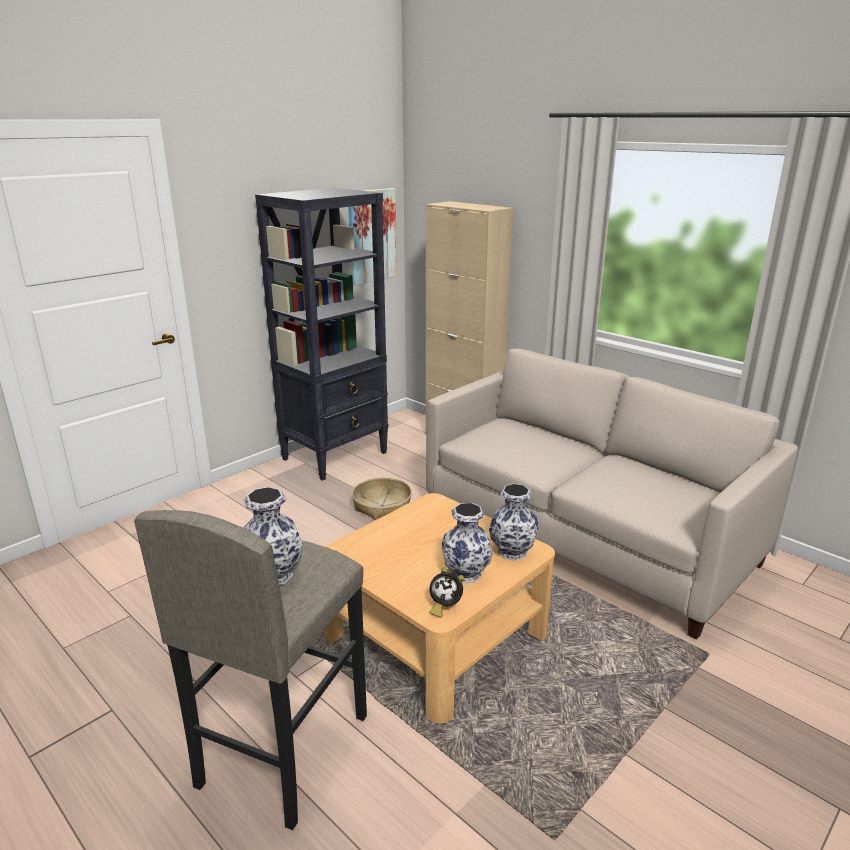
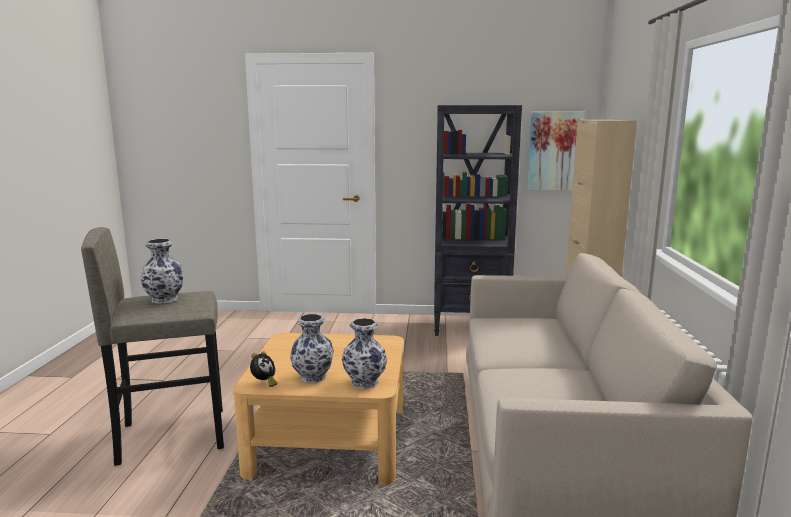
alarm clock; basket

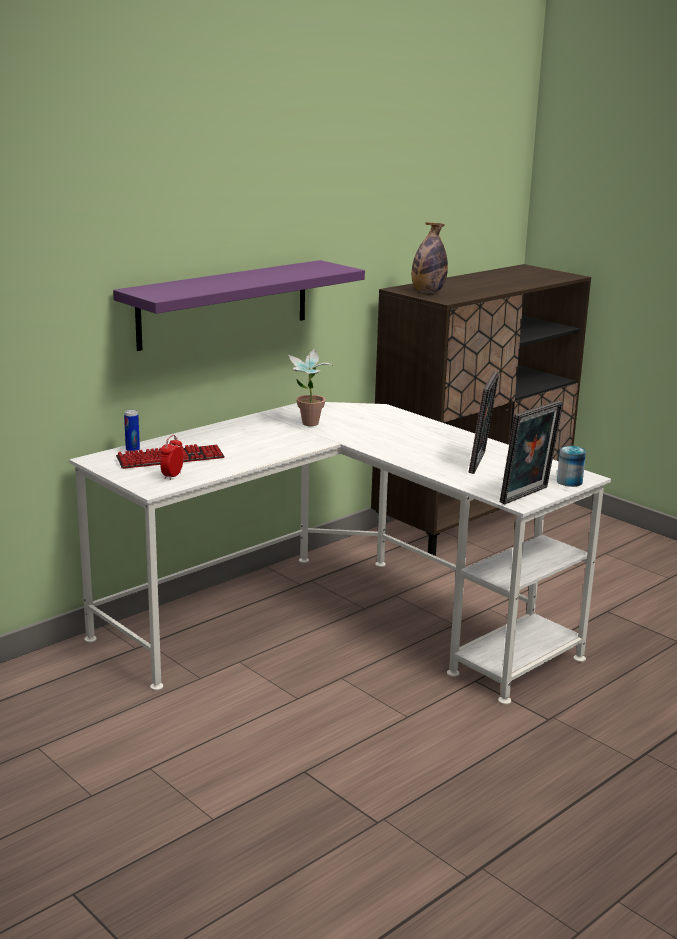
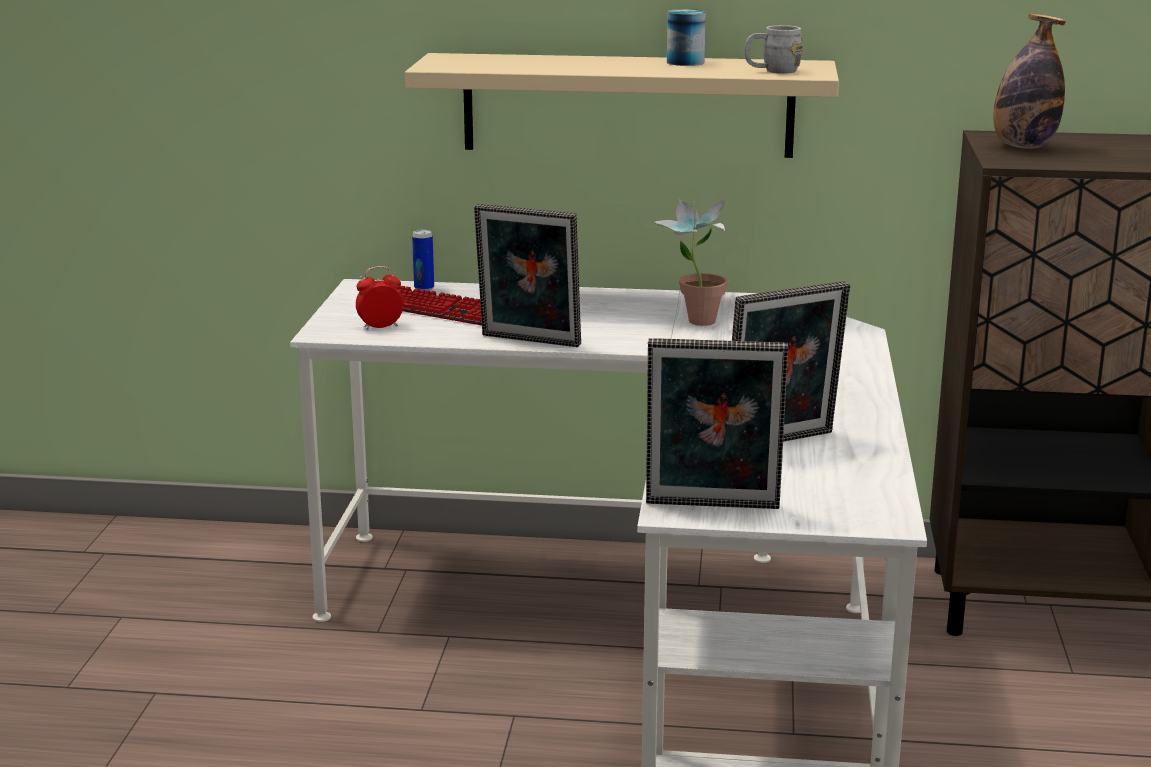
beige shelf; picture frame (1st from left); can (2nd from left); grey mug

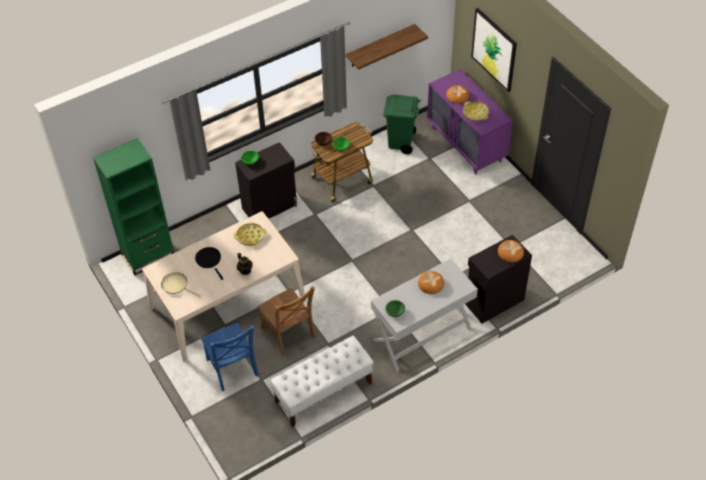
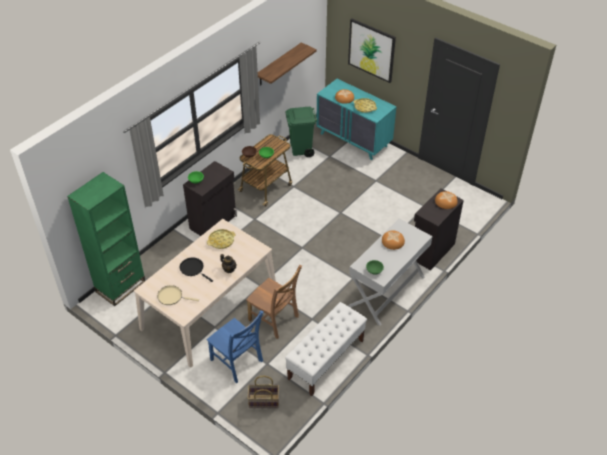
basket; turquoise dresser

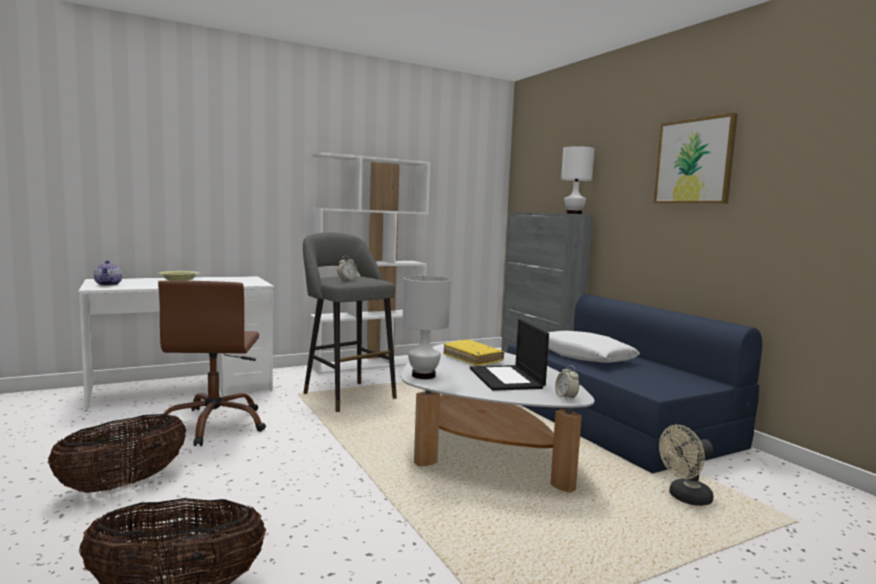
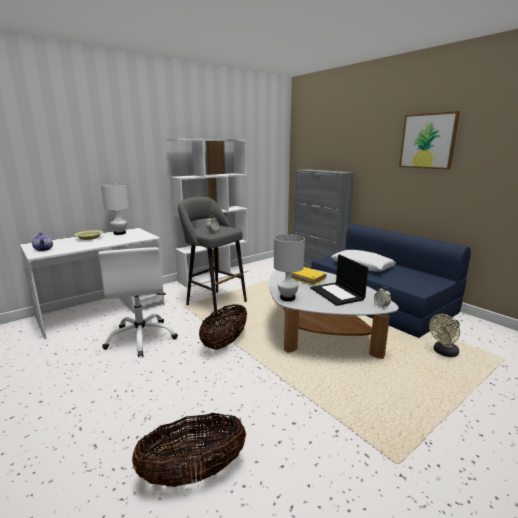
white office chair; white table lamp (1st from left); basket (2nd from left)

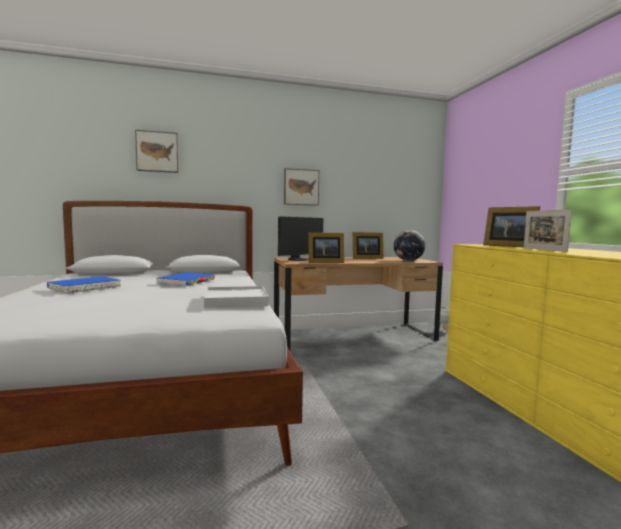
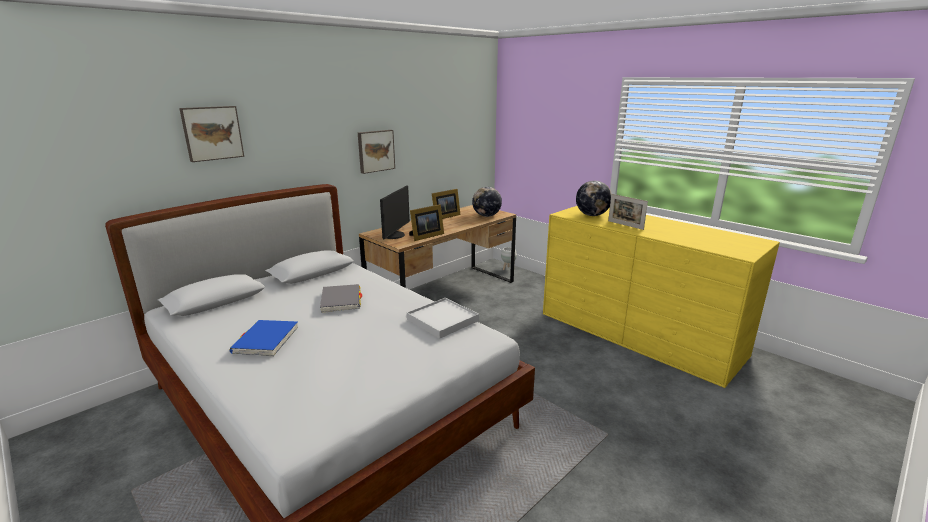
grey book; globe (2nd from left)

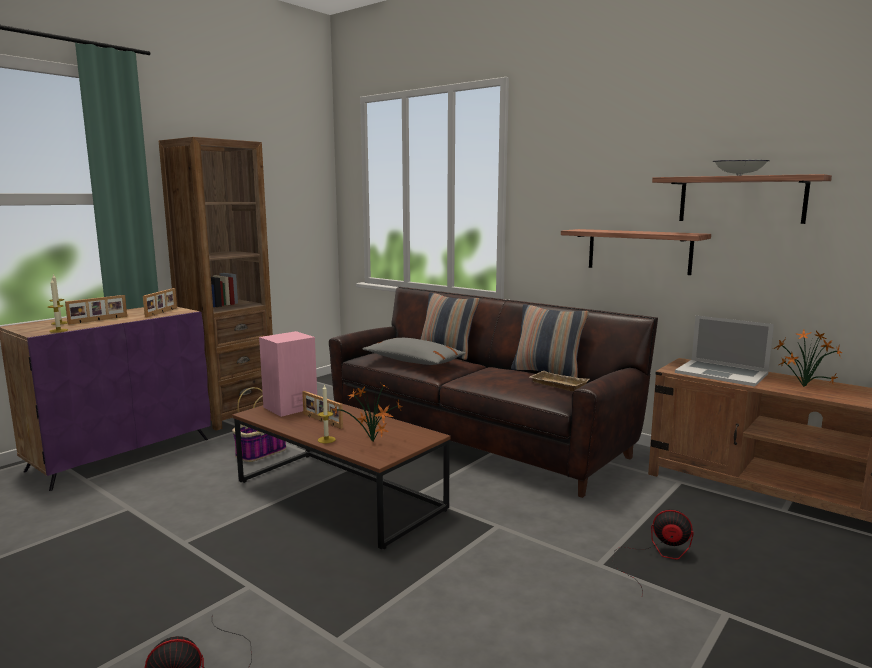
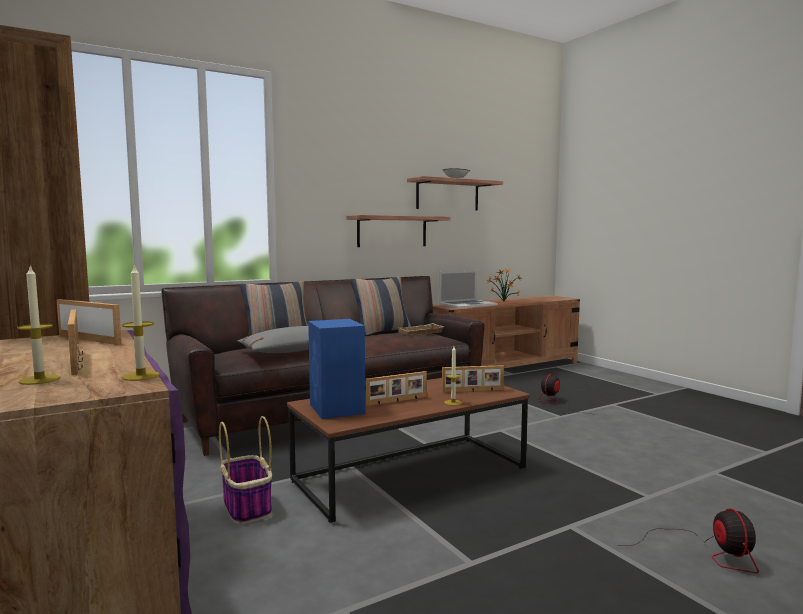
blue speaker; picture frame (4th from left)

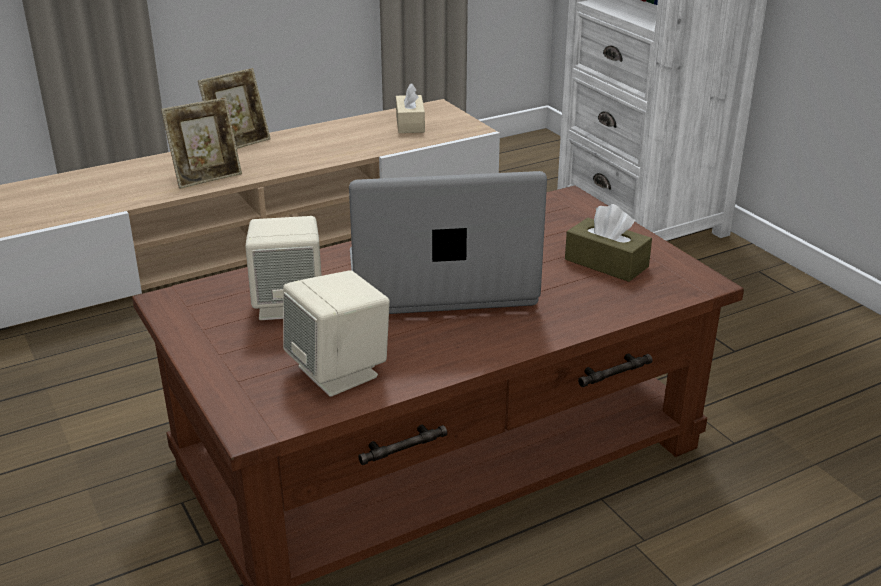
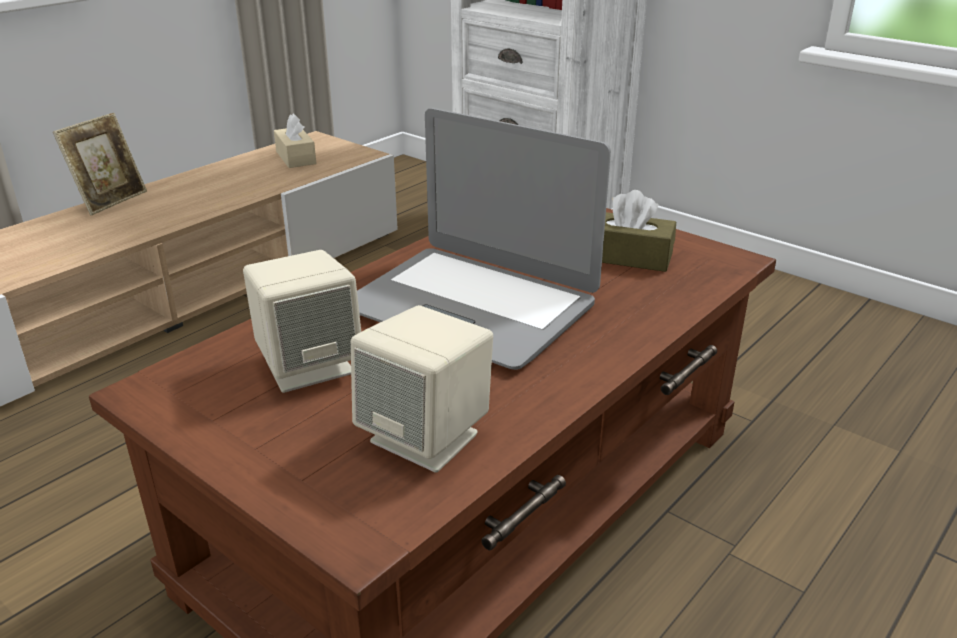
laptop; picture frame (1st from left in the first image)

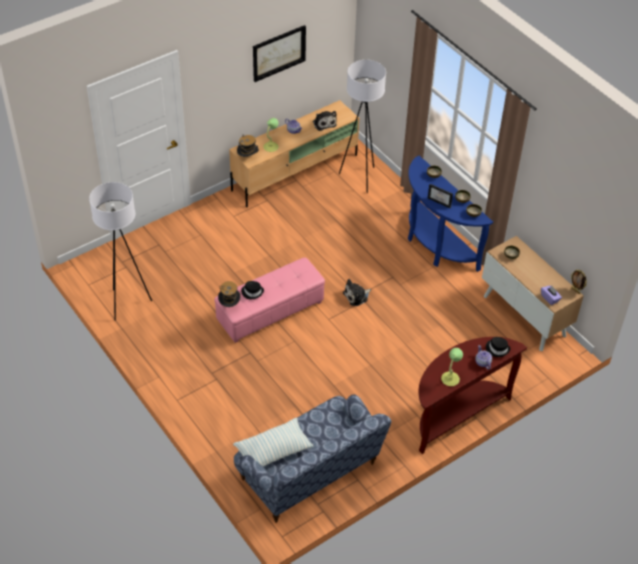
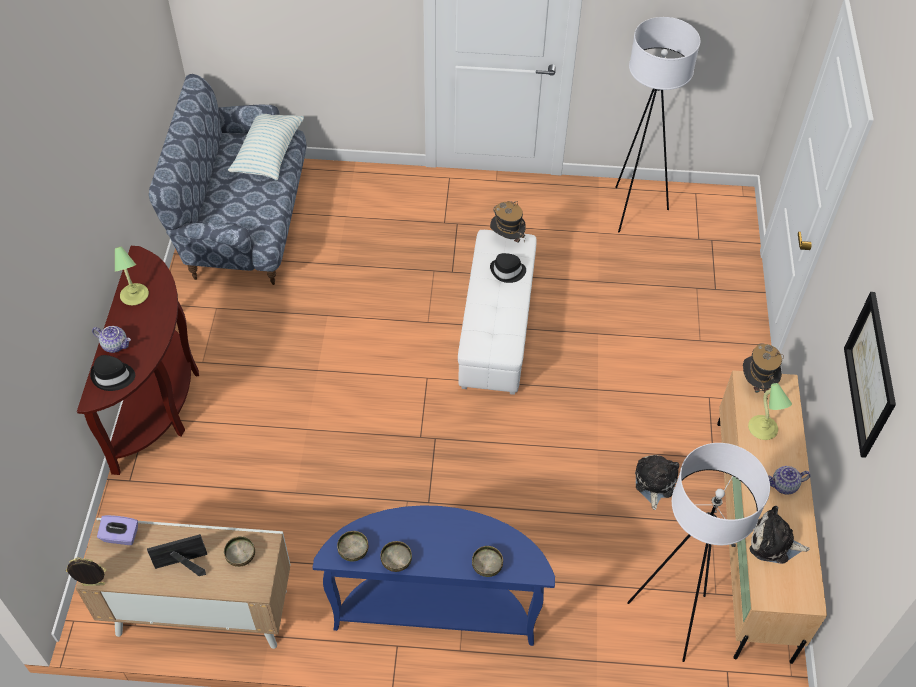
picture frame (2nd from left); white ottoman; plush toy (1st from left)

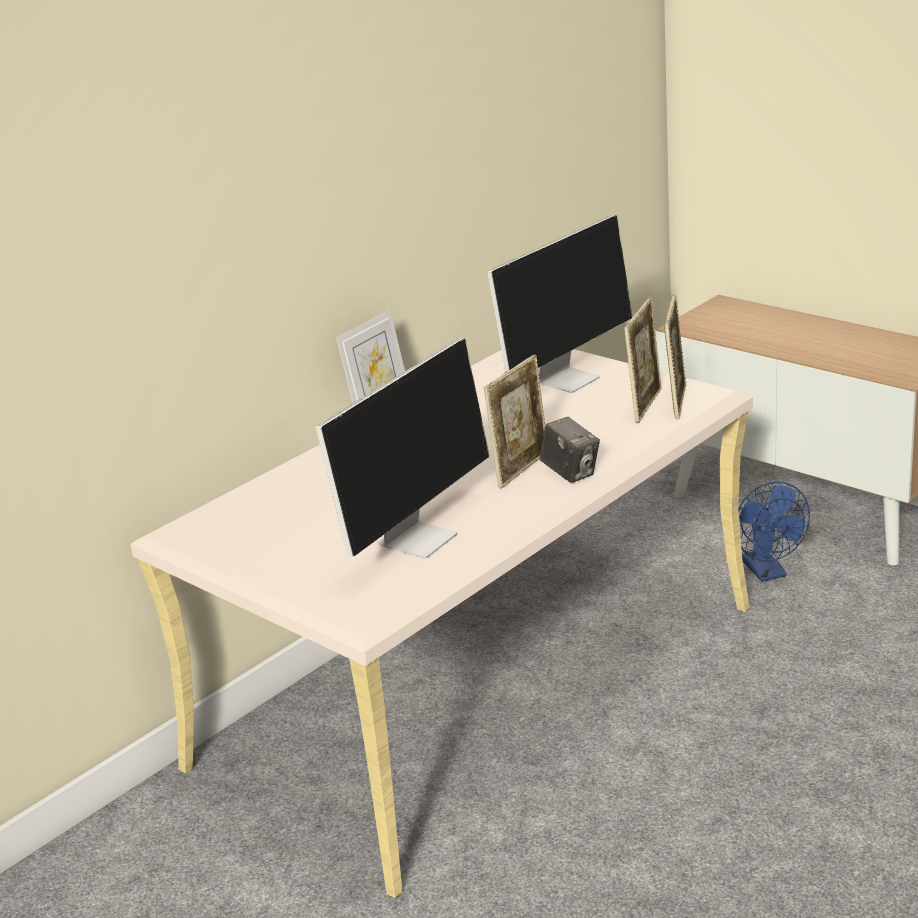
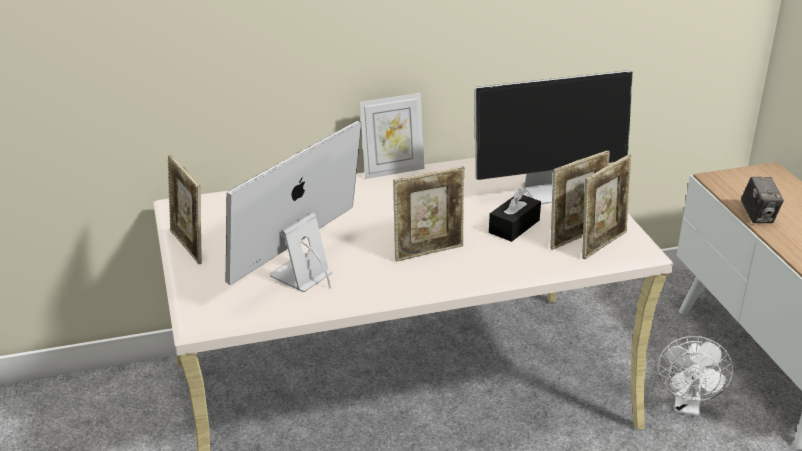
picture frame (1st from left); monitor (1st from left); black tissue box; white fan; photo camera

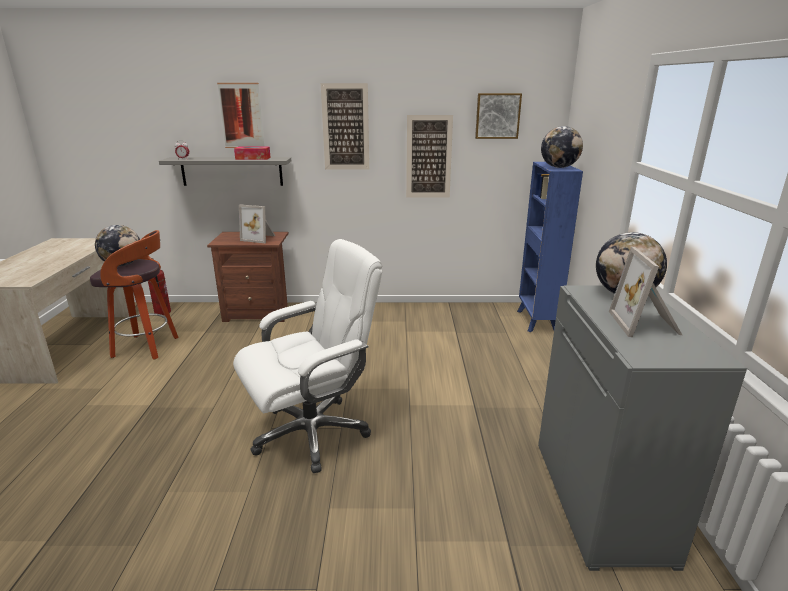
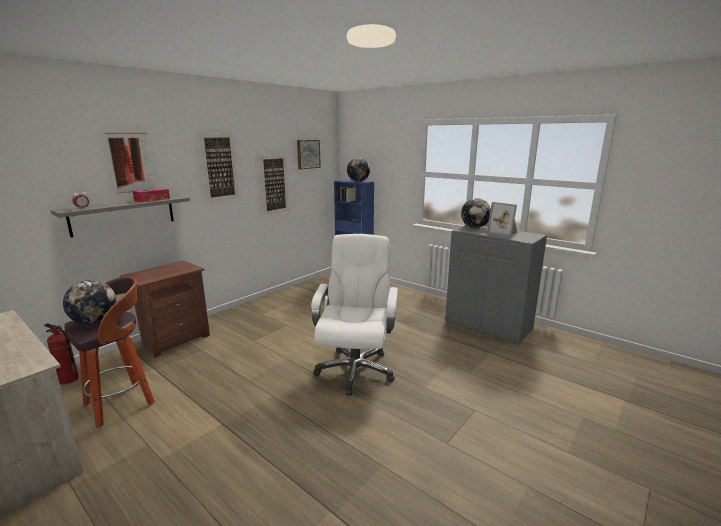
picture frame (1st from left in the first image)

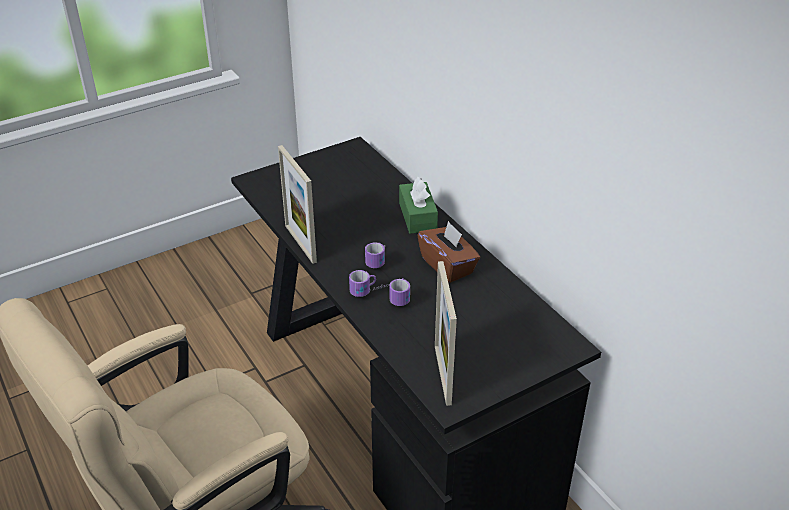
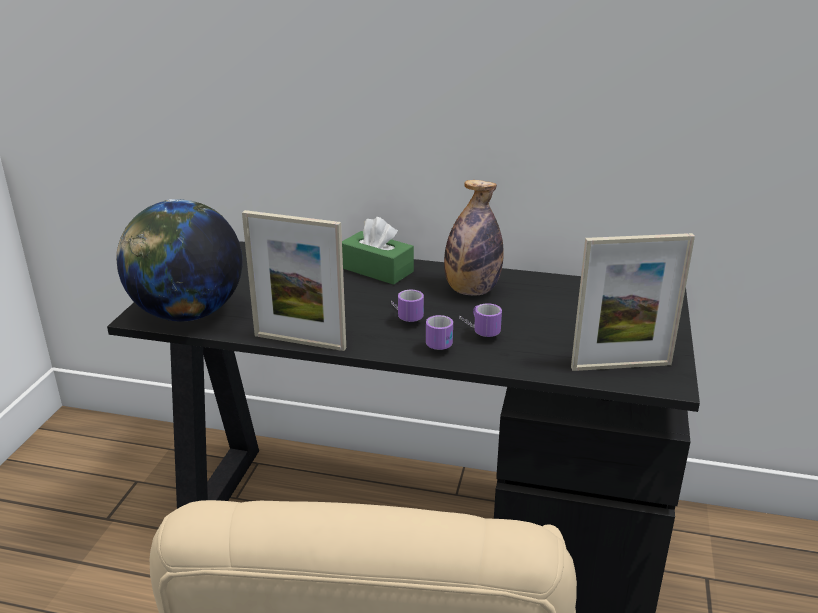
globe; bottle; picture frame (2nd from left)

